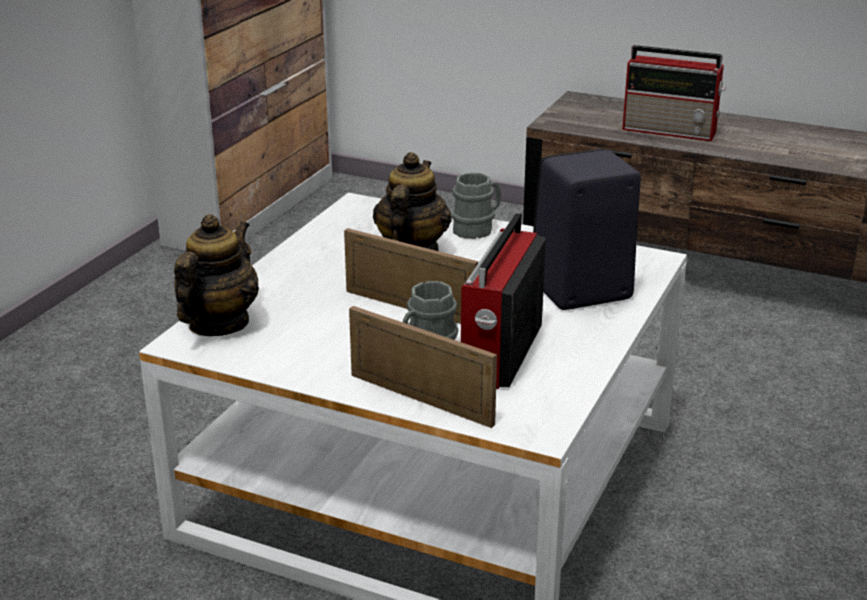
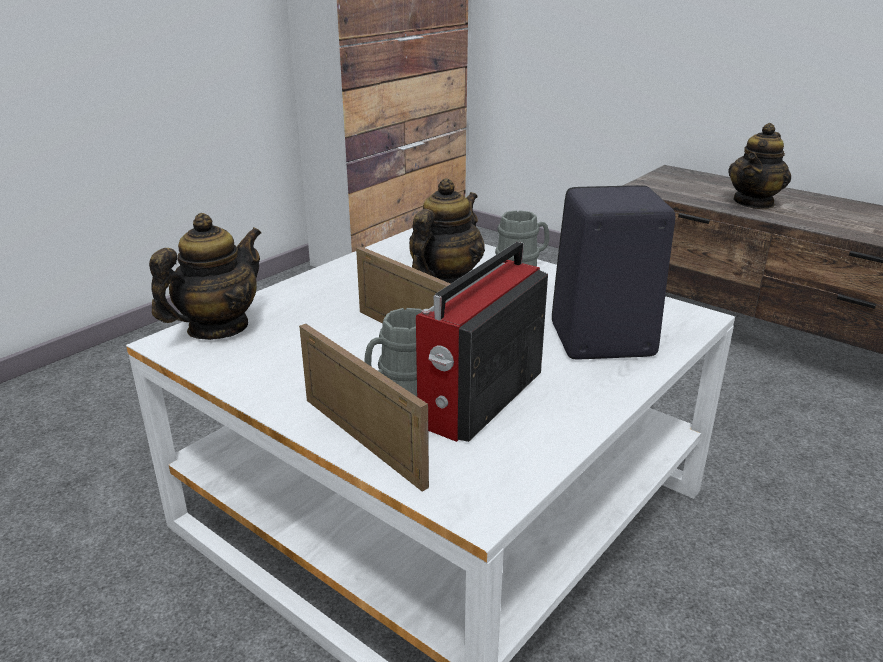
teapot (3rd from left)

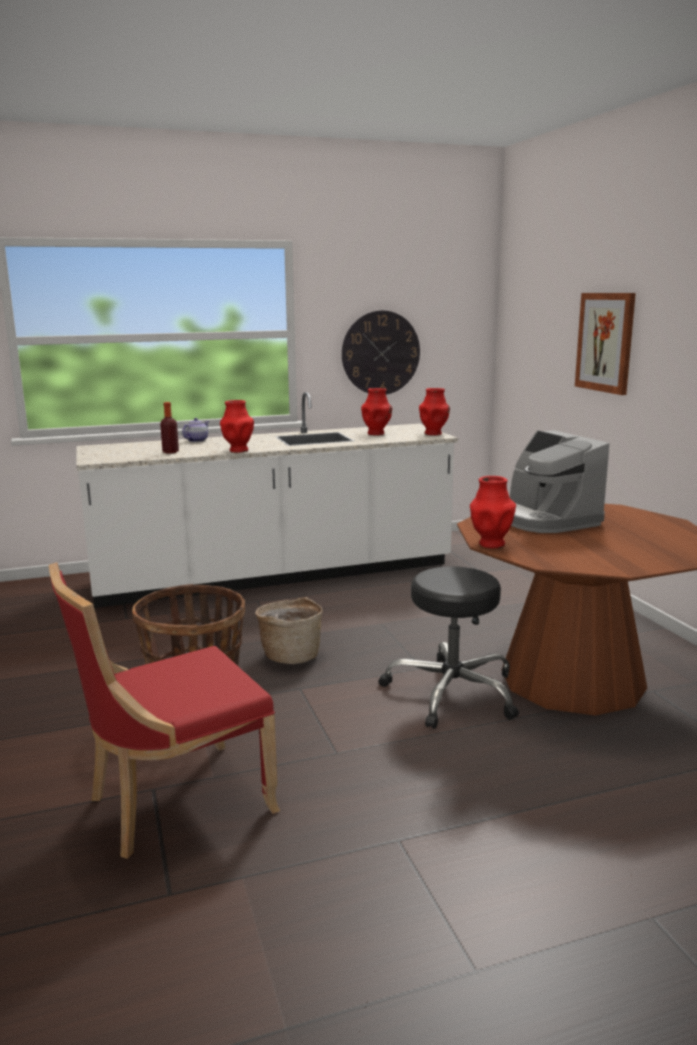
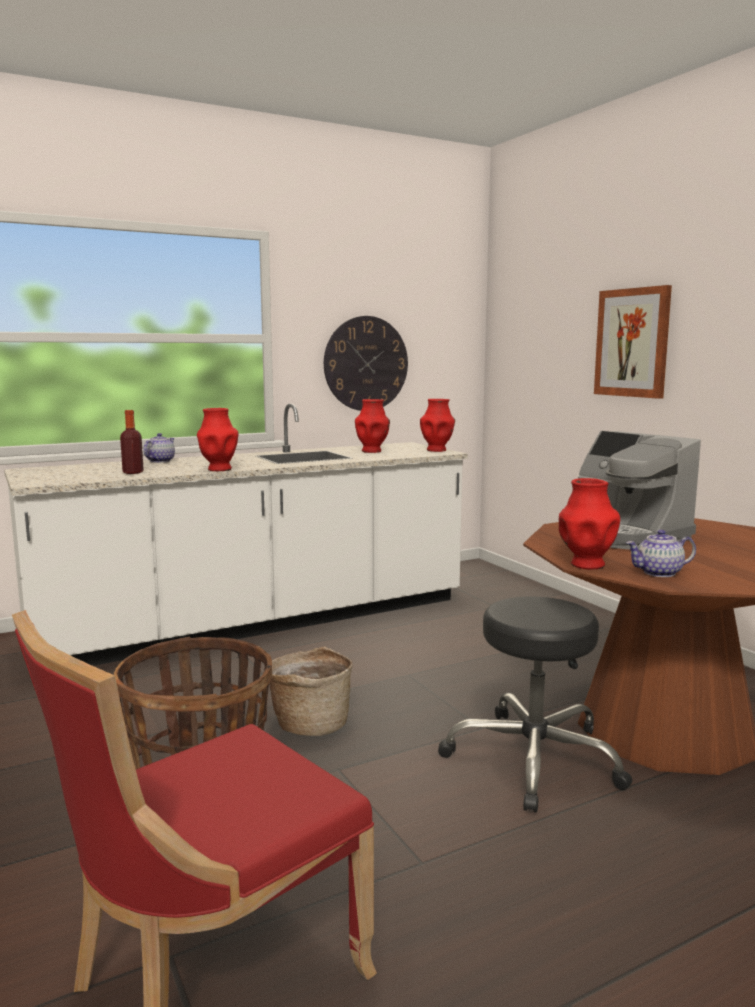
teapot (2nd from left)

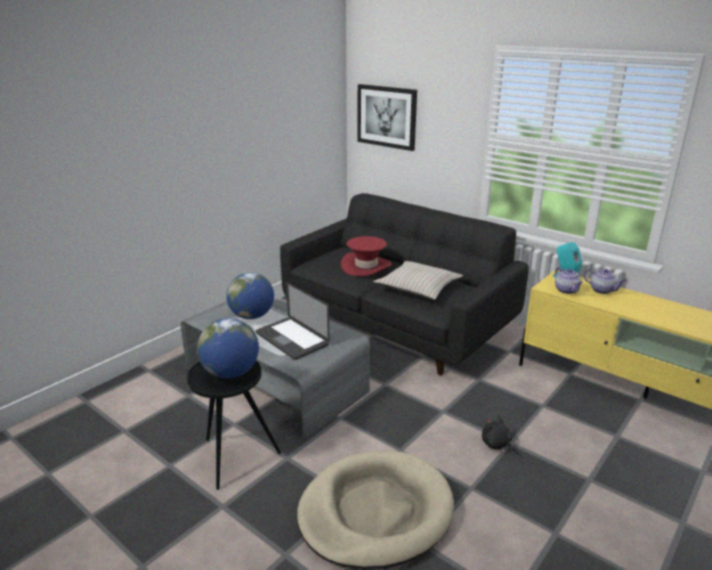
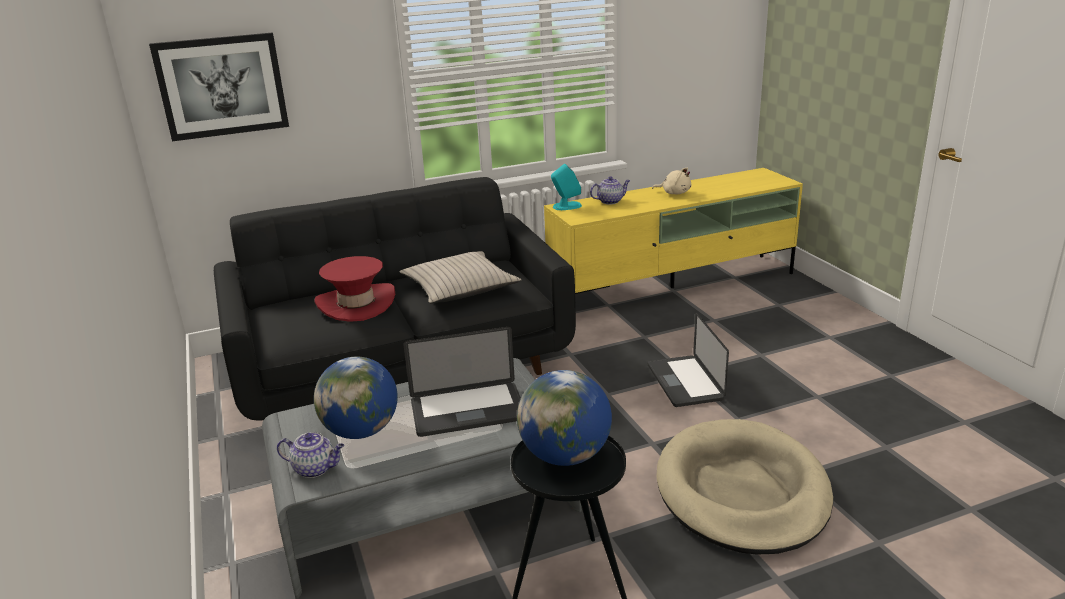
teapot (1st from left); laptop (2nd from left); beige plush toy

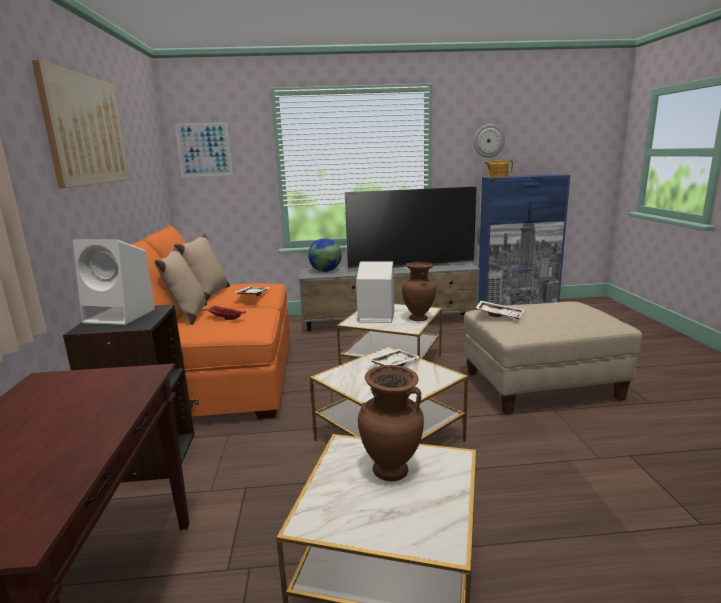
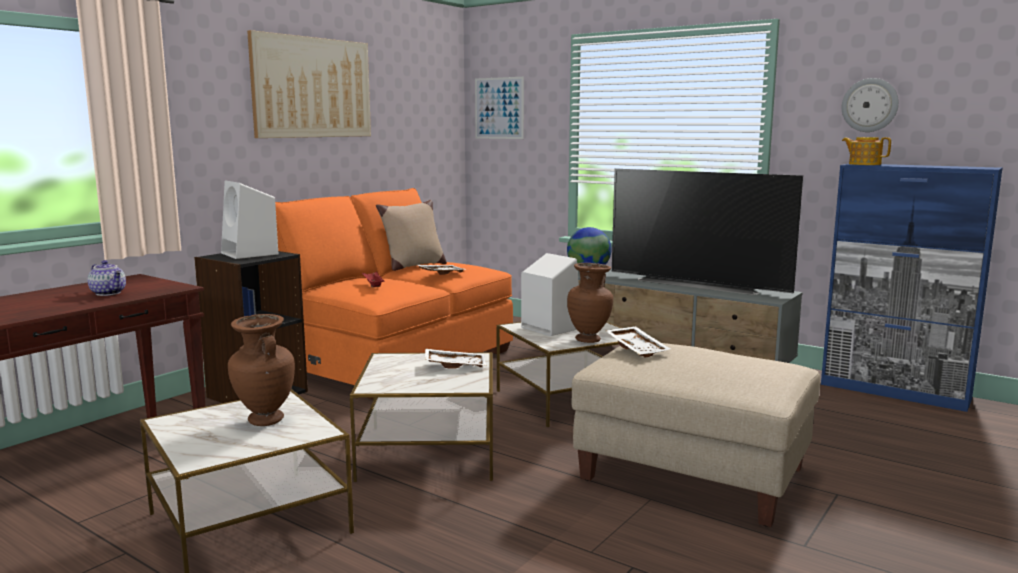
teapot (1st from left); beige pillow (1st from left in the first image)

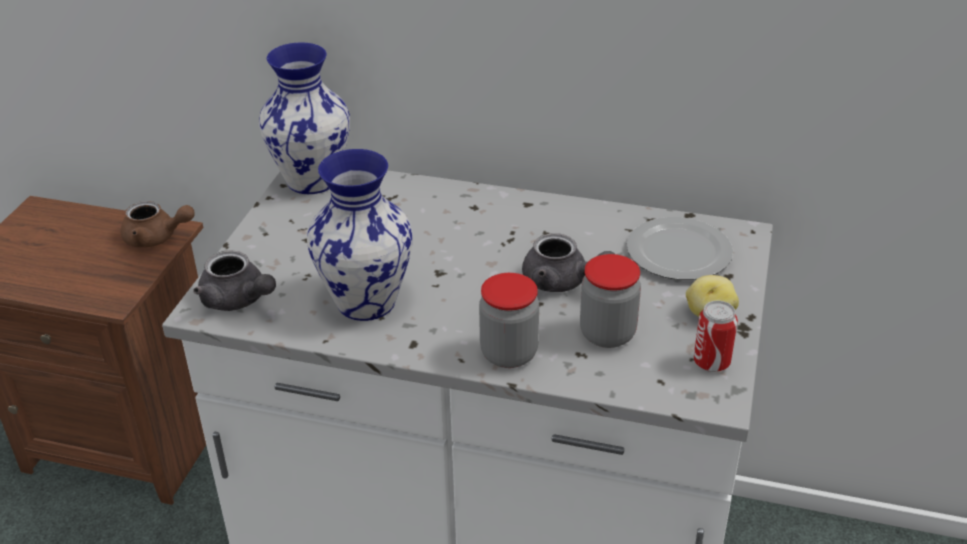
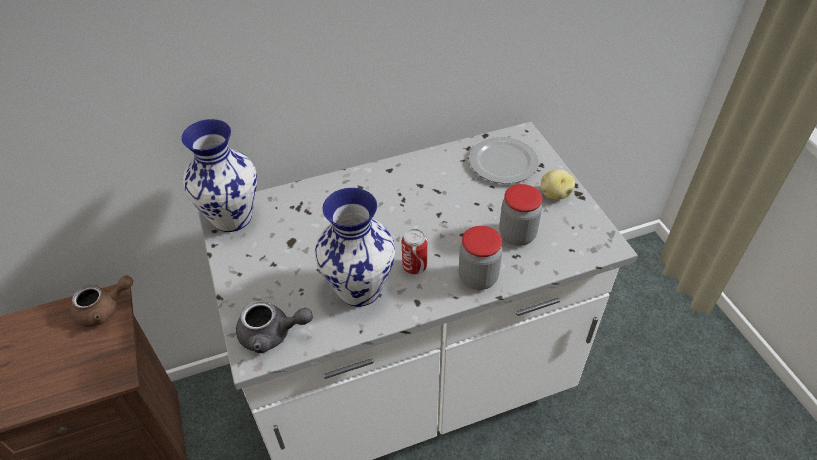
can; grey teapot (2nd from left in the first image)

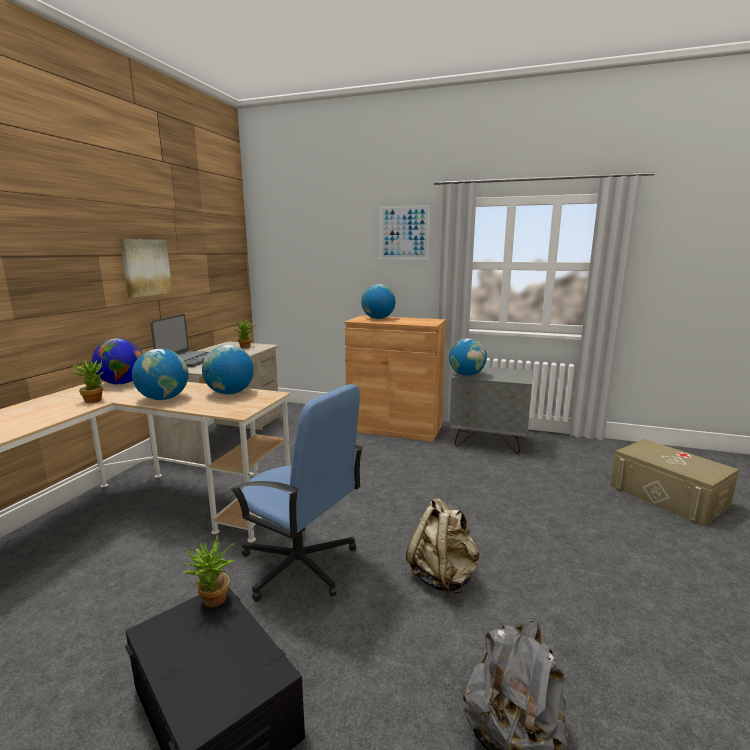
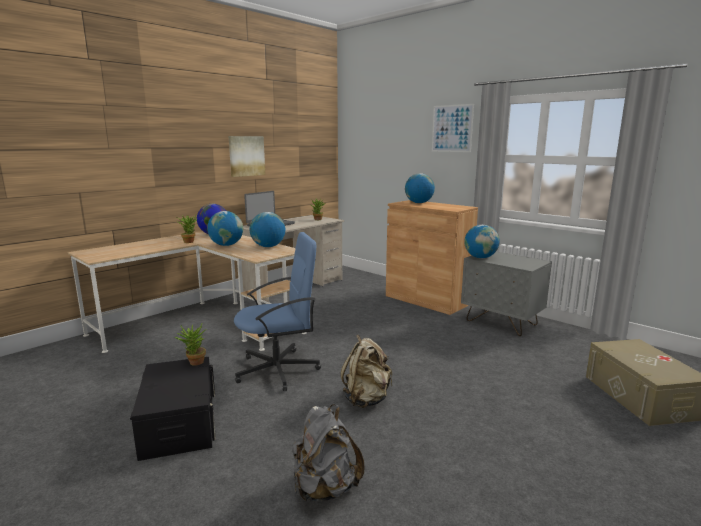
blue office chair

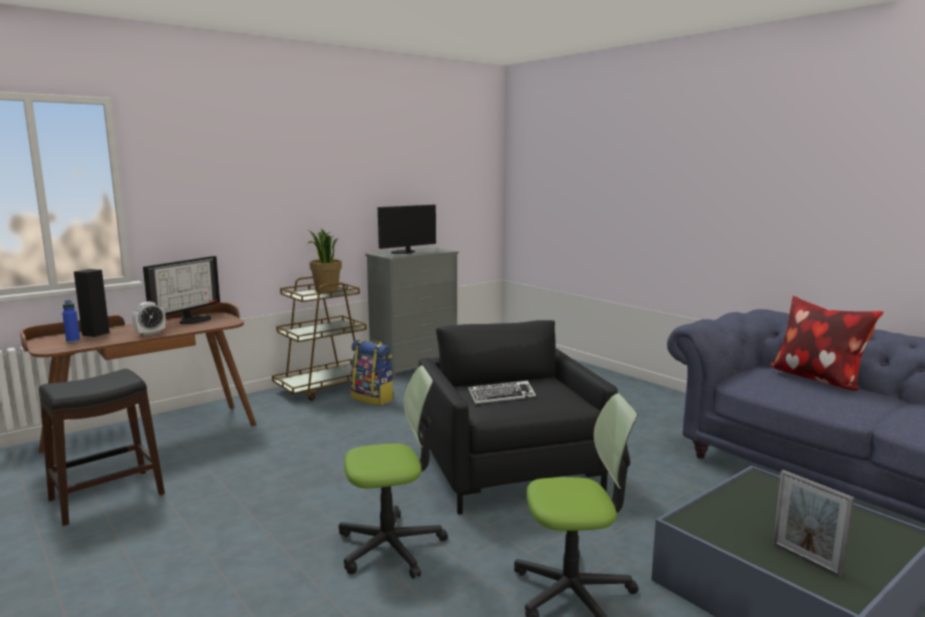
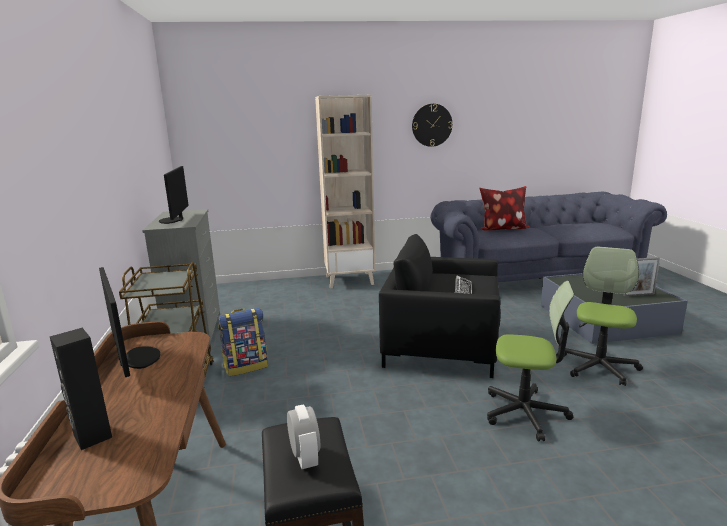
alarm clock; beige bookcase; wall clock; office chair (1st from left); blue bottle; potted plant

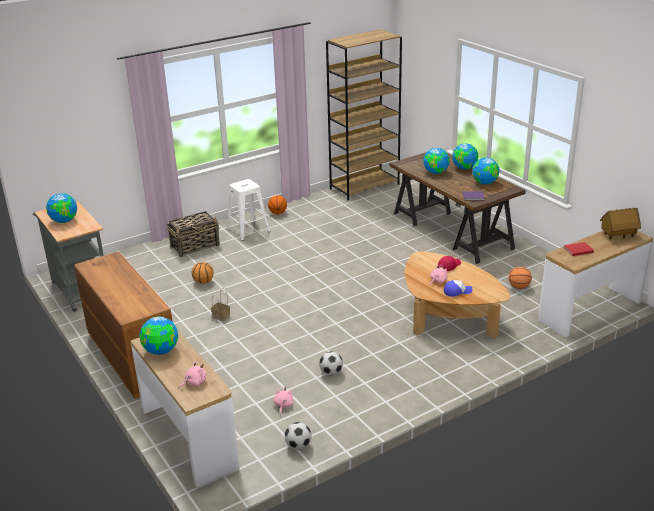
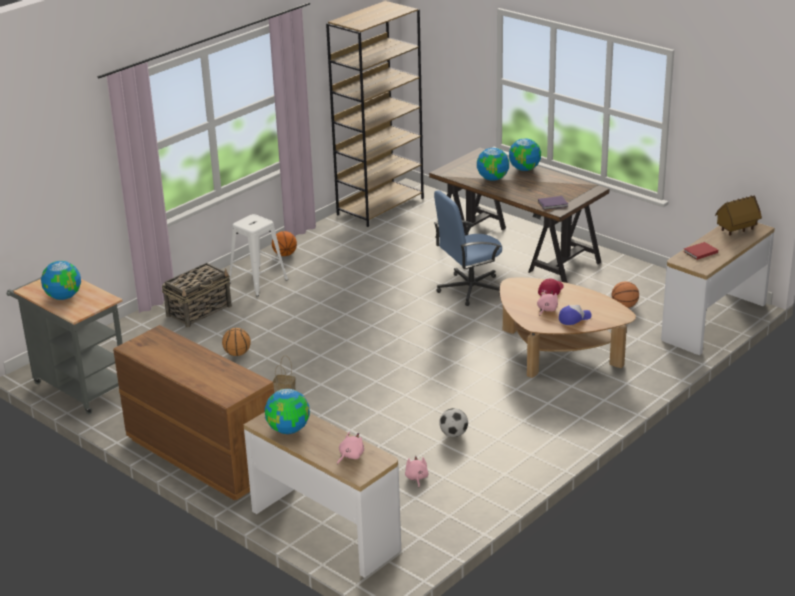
blue office chair; football (1st from left in the first image); globe (5th from left in the first image)

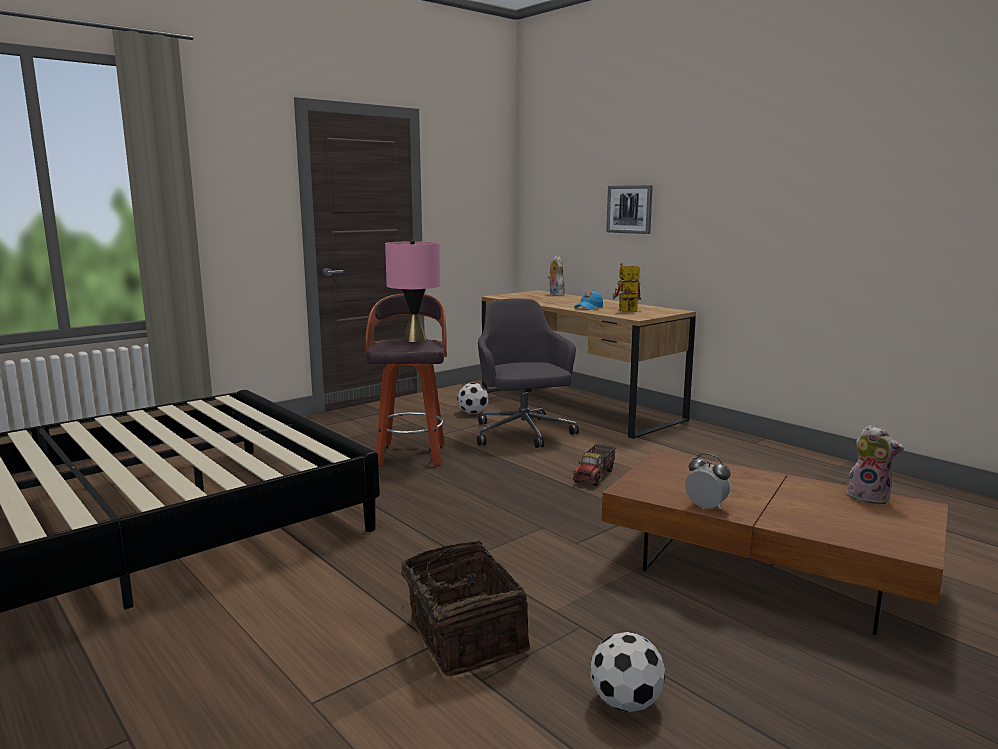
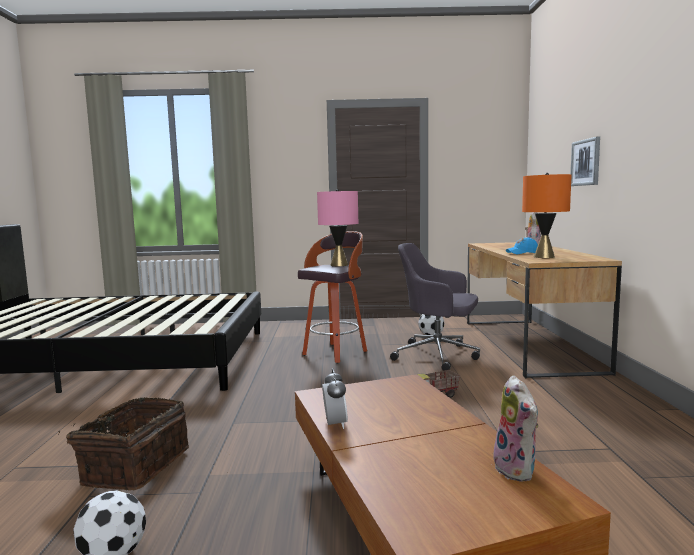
grey office chair; orange table lamp

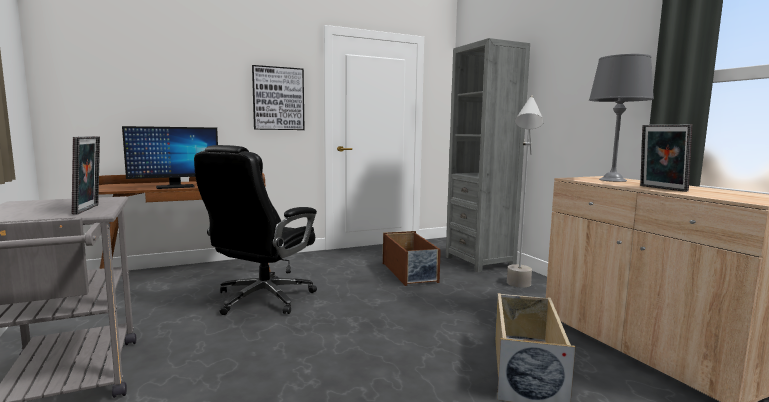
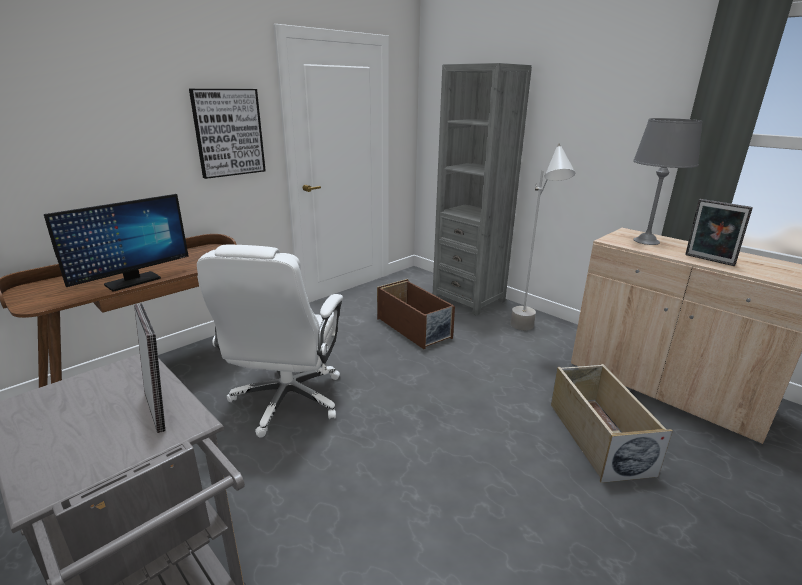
white office chair

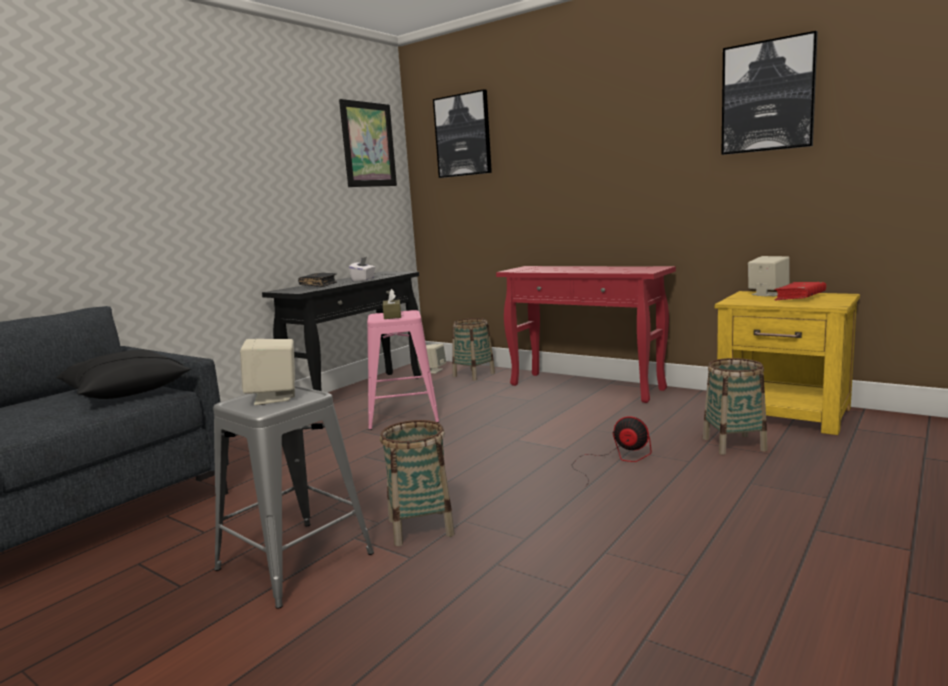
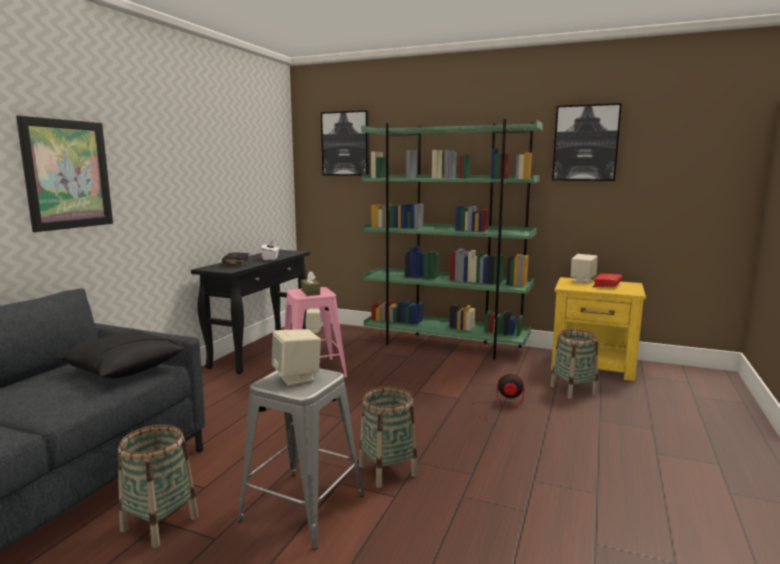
picture (1st from left); basket (1st from left); green bookcase

